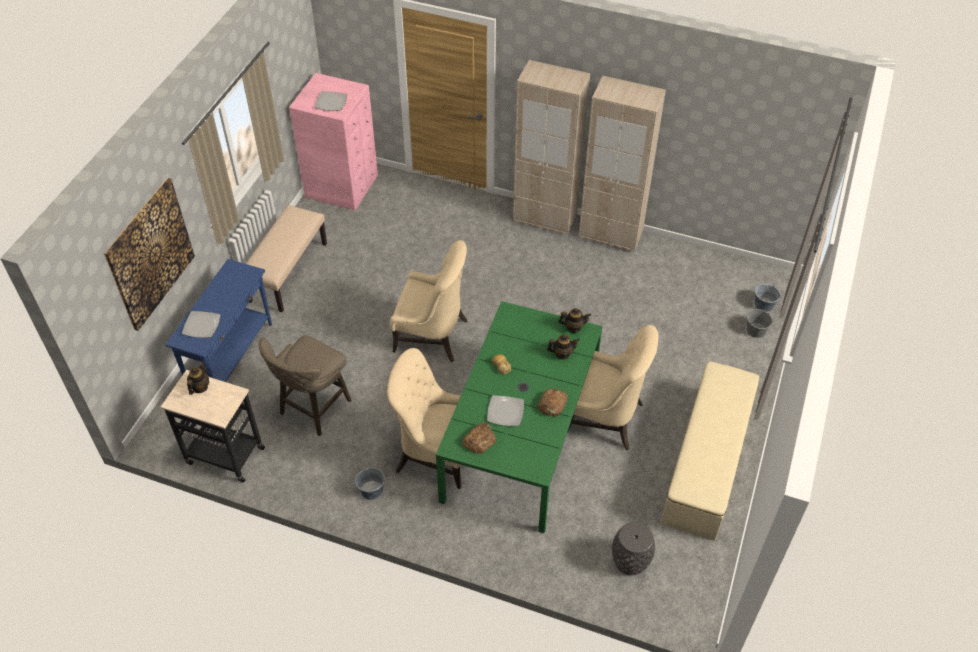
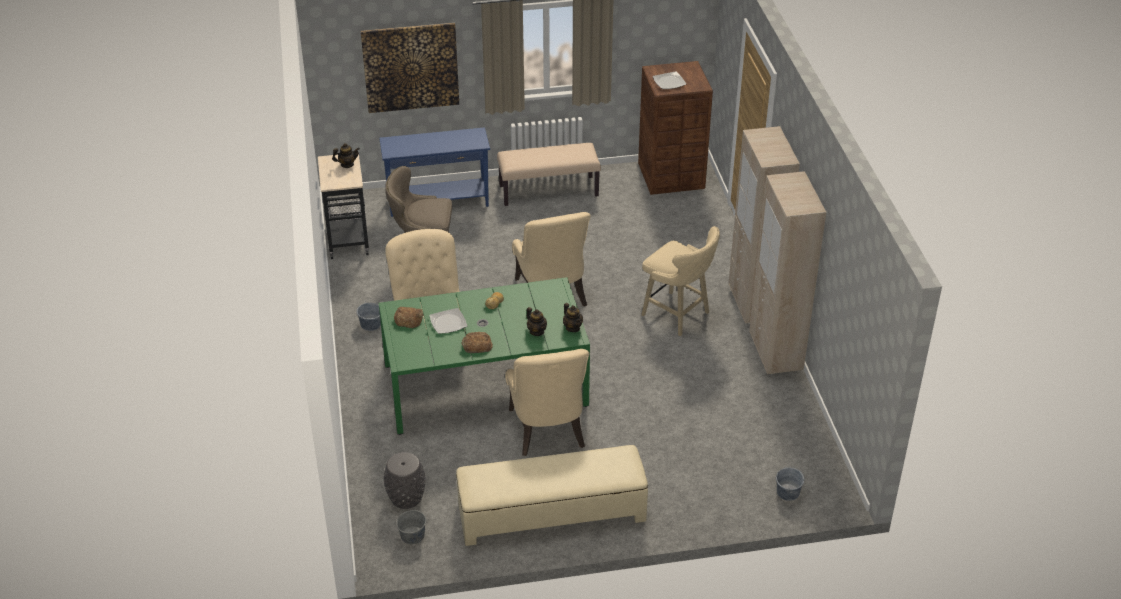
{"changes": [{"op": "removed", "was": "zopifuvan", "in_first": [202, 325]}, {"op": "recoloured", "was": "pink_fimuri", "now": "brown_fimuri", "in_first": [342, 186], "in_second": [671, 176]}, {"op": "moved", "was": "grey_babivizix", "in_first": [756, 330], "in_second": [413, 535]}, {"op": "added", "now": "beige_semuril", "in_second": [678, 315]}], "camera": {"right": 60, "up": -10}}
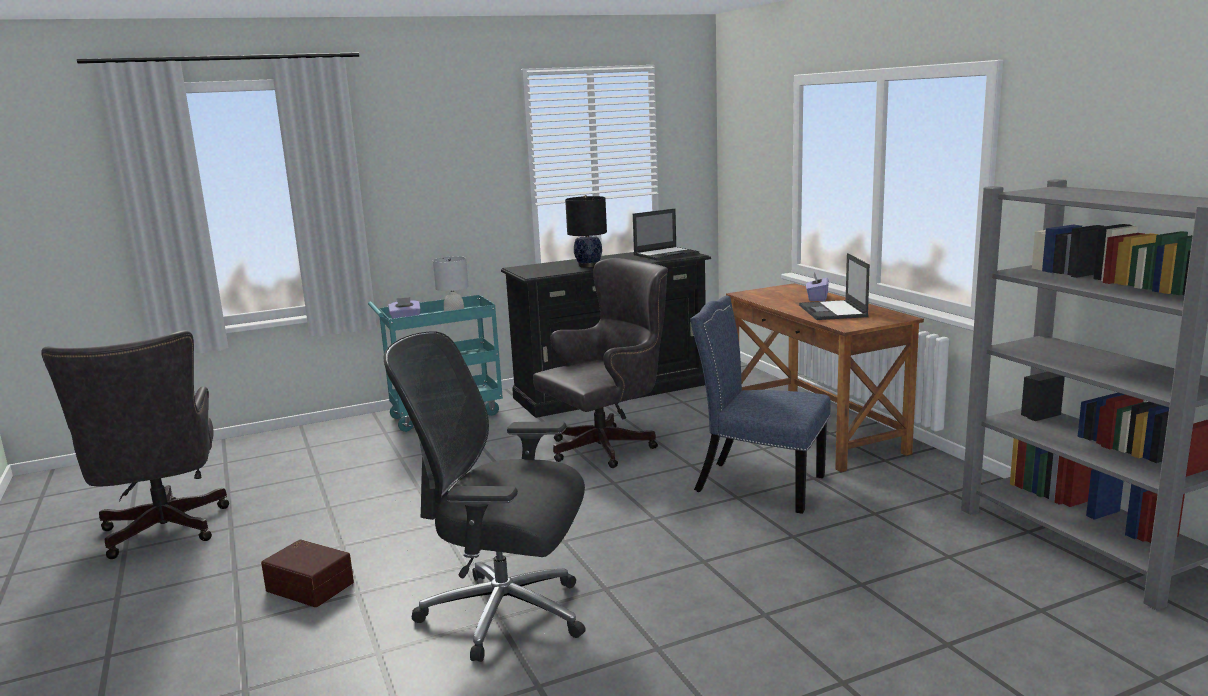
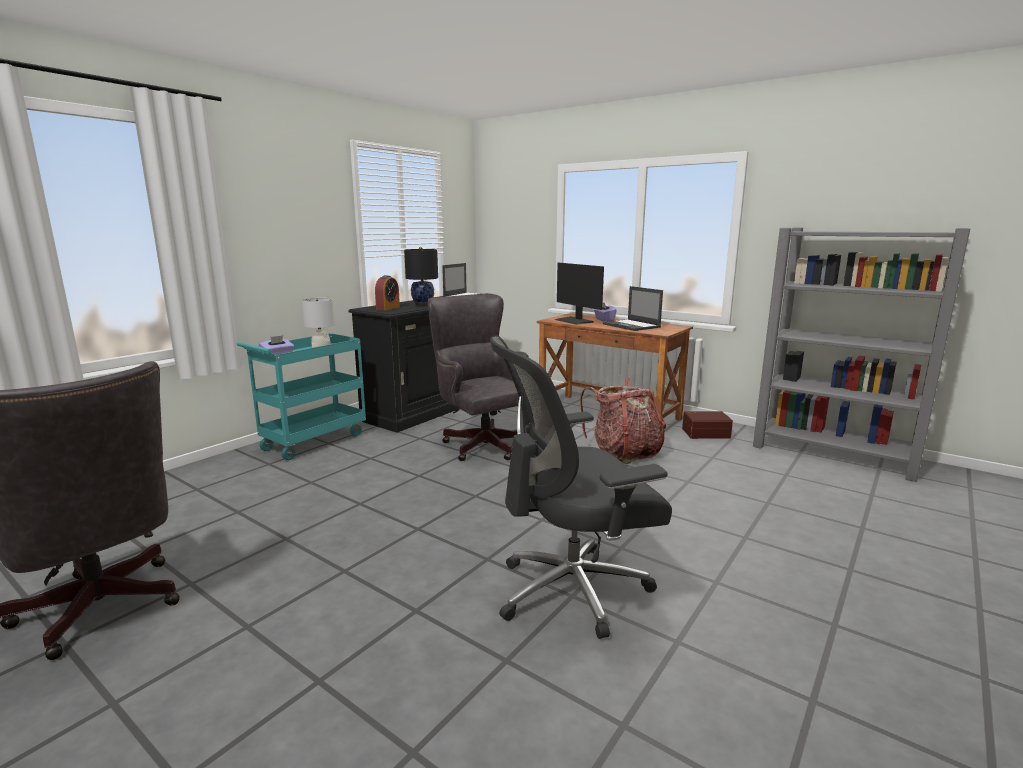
{"changes": [{"op": "moved", "was": "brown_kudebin", "in_first": [311, 585], "in_second": [705, 433]}, {"op": "turned", "was": "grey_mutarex", "in_first": [607, 446], "in_second": [482, 444], "clockwise": -60}, {"op": "replaced", "was": "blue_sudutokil", "now": "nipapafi", "in_first": [762, 485], "in_second": [624, 453]}, {"op": "added", "now": "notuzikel", "in_second": [388, 308]}, {"op": "added", "now": "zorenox", "in_second": [574, 321]}], "camera": {"right": -30, "up": 0}}
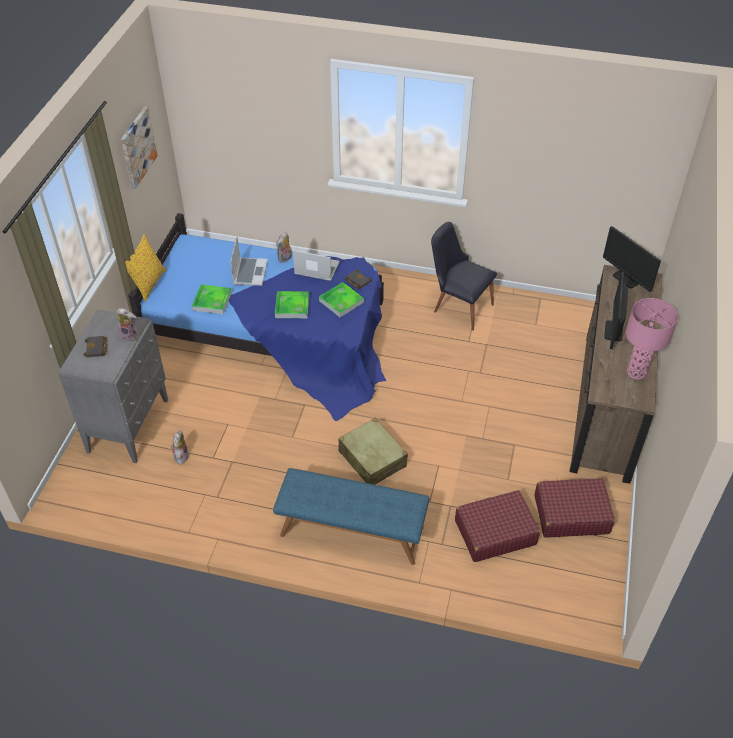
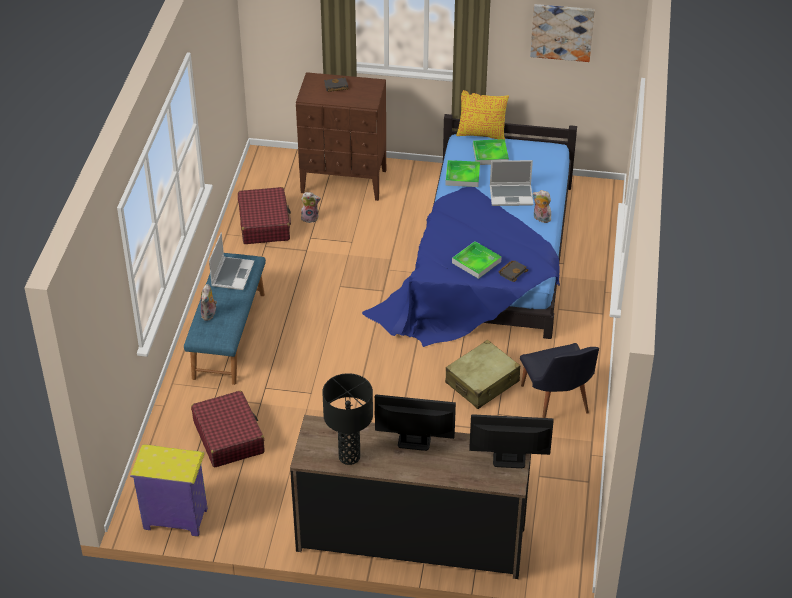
{"changes": [{"op": "recoloured", "was": "grey_fimuri", "now": "brown_fimuri", "in_first": [130, 425], "in_second": [344, 182]}, {"op": "moved", "was": "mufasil", "in_first": [130, 335], "in_second": [209, 315]}, {"op": "moved", "was": "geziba", "in_first": [292, 307], "in_second": [490, 154]}, {"op": "moved", "was": "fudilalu", "in_first": [316, 269], "in_second": [232, 274]}, {"op": "moved", "was": "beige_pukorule", "in_first": [372, 459], "in_second": [482, 382]}, {"op": "turned", "was": "black_sudutokil", "in_first": [458, 305], "in_second": [557, 404], "clockwise": 135}, {"op": "moved", "was": "red_pukorule", "in_first": [571, 514], "in_second": [264, 224]}, {"op": "turned", "was": "zorenox", "in_first": [626, 278], "in_second": [509, 460], "clockwise": 45}, {"op": "recoloured", "was": "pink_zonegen", "now": "black_zonegen", "in_first": [636, 372], "in_second": [349, 456]}, {"op": "added", "now": "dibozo", "in_second": [174, 517]}], "camera": {"right": 85, "up": -5}}
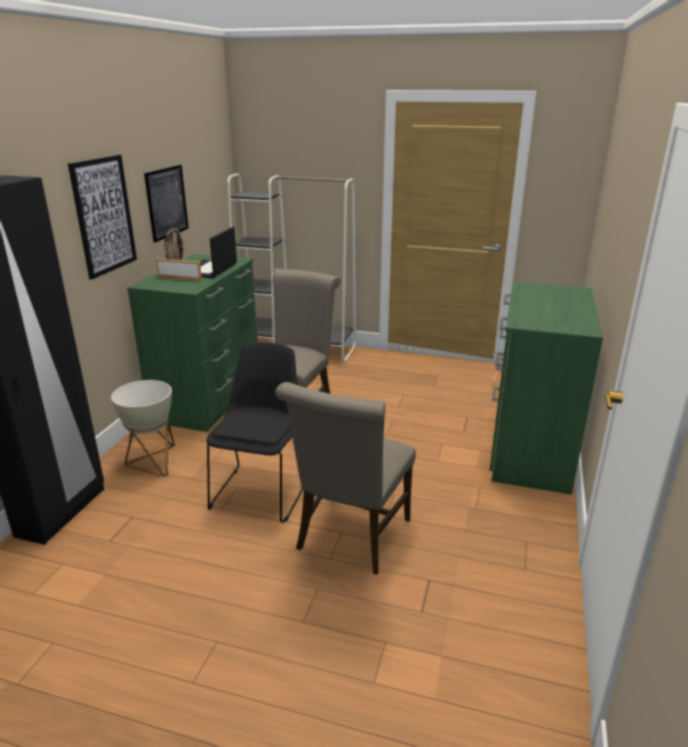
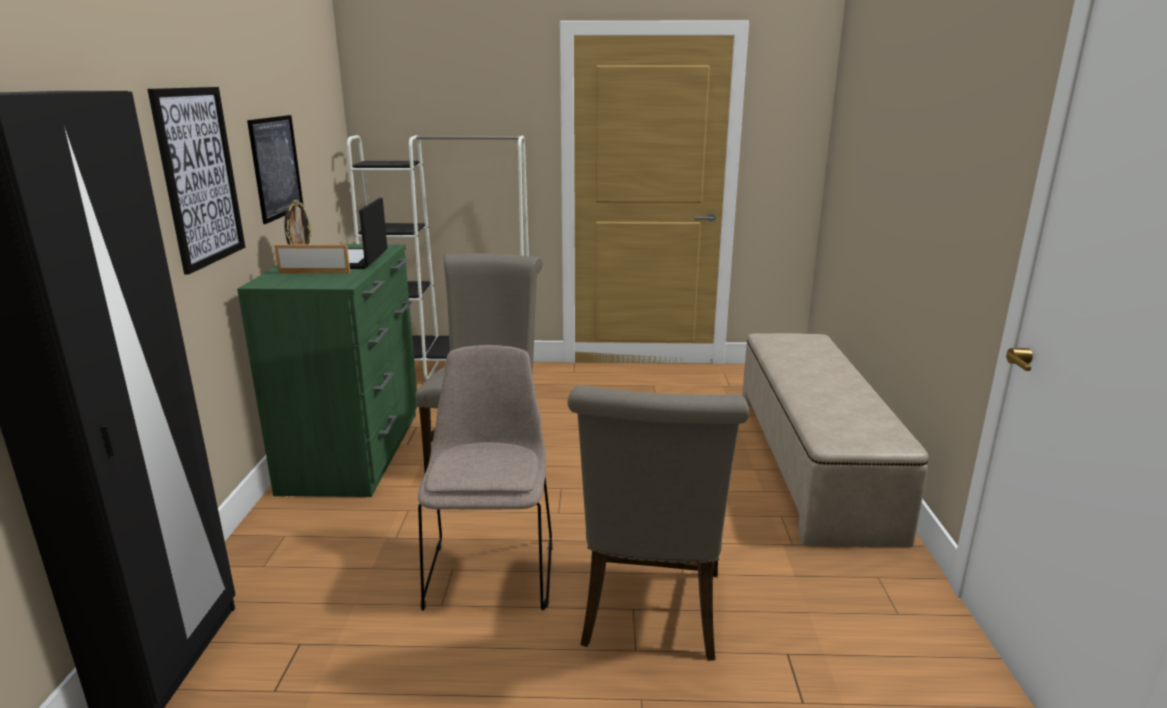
{"changes": [{"op": "removed", "was": "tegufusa", "in_first": [153, 462]}, {"op": "recoloured", "was": "black_sudutokil", "now": "beige_sudutokil", "in_first": [261, 491], "in_second": [491, 570]}, {"op": "replaced", "was": "green_fimuri", "now": "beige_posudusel", "in_first": [528, 450], "in_second": [813, 461]}], "camera": {"right": -15, "up": -5}}
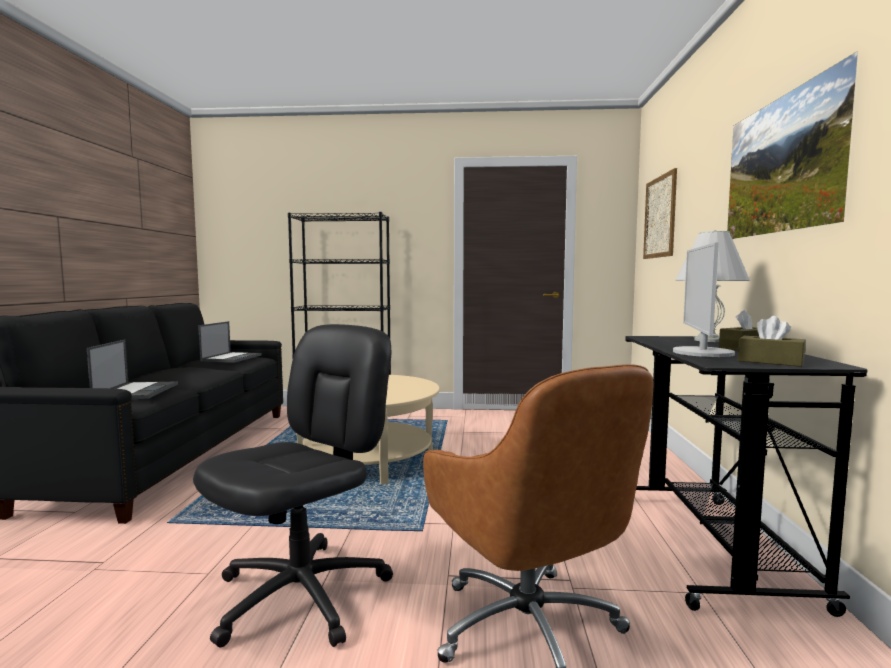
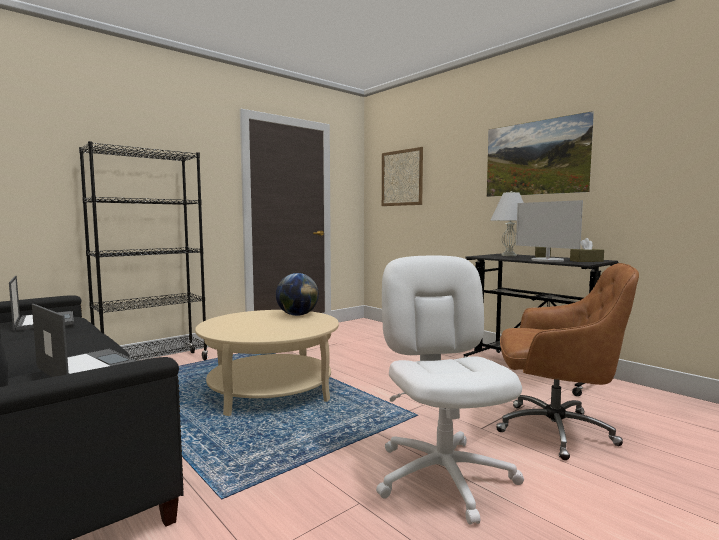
{"changes": [{"op": "recoloured", "was": "black_mutarex", "now": "white_mutarex", "in_first": [302, 594], "in_second": [444, 476]}, {"op": "added", "now": "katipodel", "in_second": [297, 315]}], "camera": {"right": -45, "up": 0}}
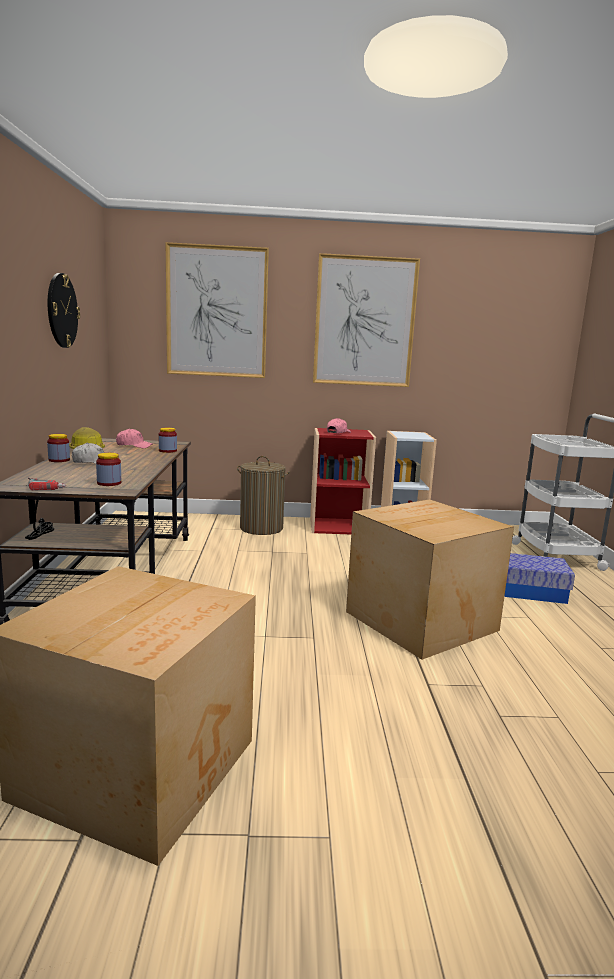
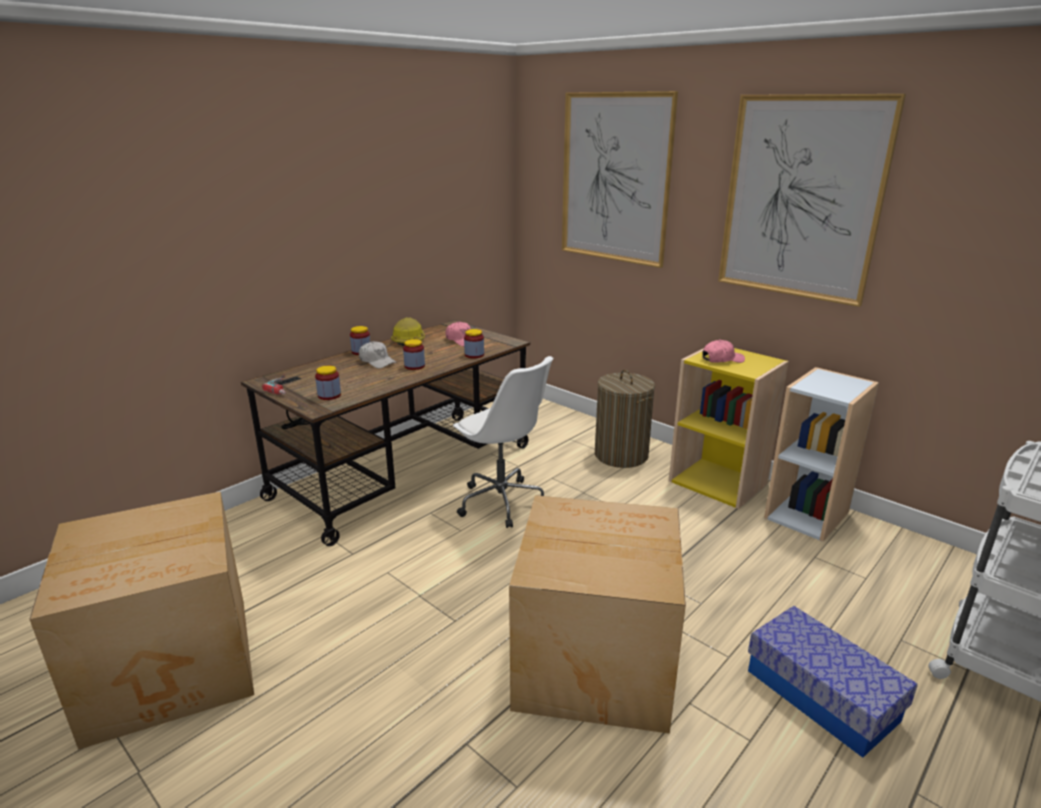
{"changes": [{"op": "removed", "was": "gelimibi", "in_first": [62, 310]}, {"op": "recoloured", "was": "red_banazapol", "now": "yellow_banazapol", "in_first": [339, 526], "in_second": [719, 482]}, {"op": "added", "now": "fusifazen", "in_second": [414, 366]}, {"op": "added", "now": "white_mutarex", "in_second": [503, 503]}], "camera": {"right": 45, "up": 10}}
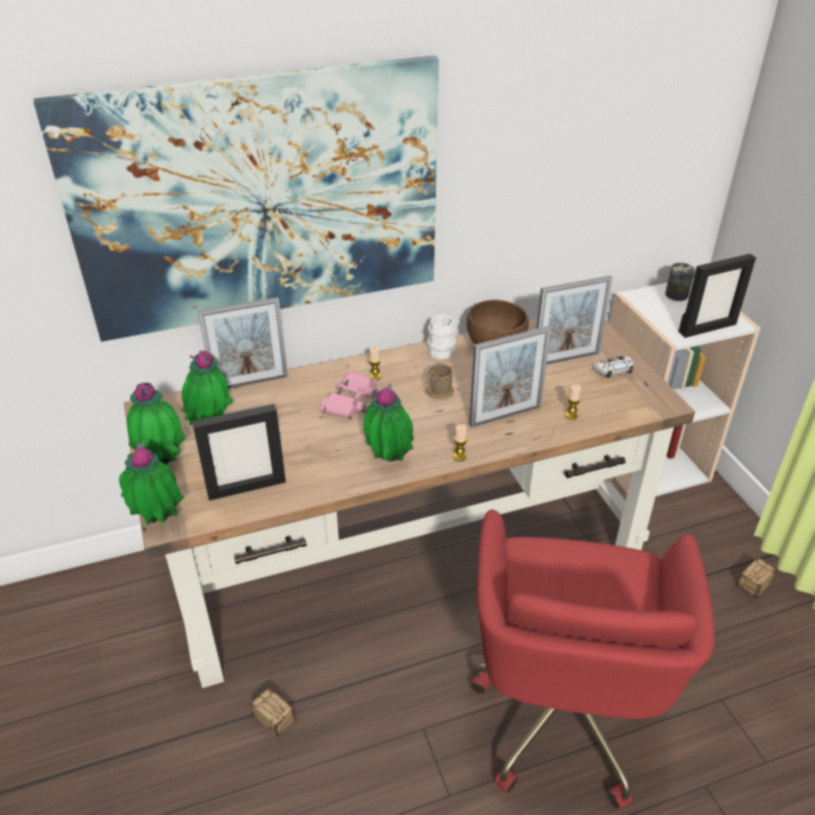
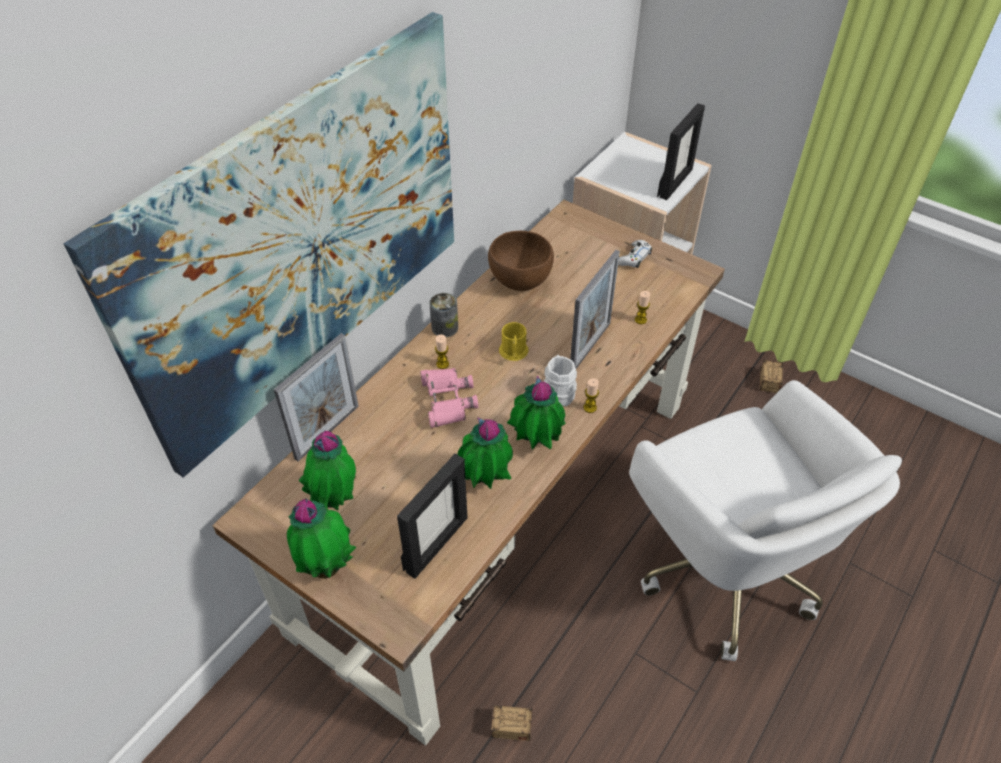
{"changes": [{"op": "moved", "was": "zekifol", "in_first": [158, 521], "in_second": [484, 483]}, {"op": "recoloured", "was": "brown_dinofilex", "now": "yellow_dinofilex", "in_first": [437, 393], "in_second": [514, 353]}, {"op": "moved", "was": "white_dinofilex", "in_first": [443, 349], "in_second": [558, 390]}, {"op": "recoloured", "was": "red_mutarex", "now": "white_mutarex", "in_first": [561, 713], "in_second": [721, 571]}, {"op": "removed", "was": "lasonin", "in_first": [565, 359]}, {"op": "moved", "was": "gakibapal", "in_first": [676, 295], "in_second": [445, 327]}], "camera": {"right": -35, "up": 10}}
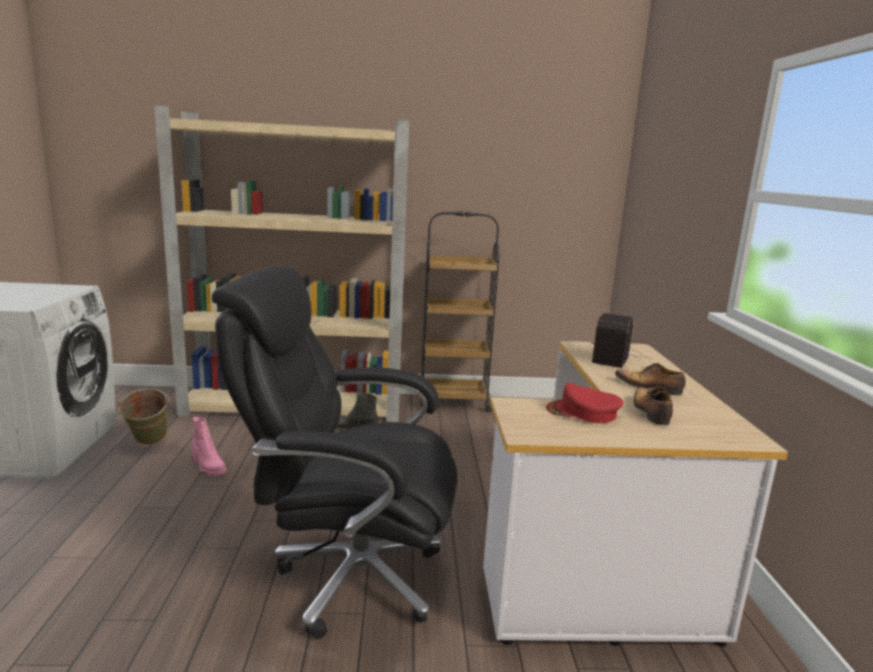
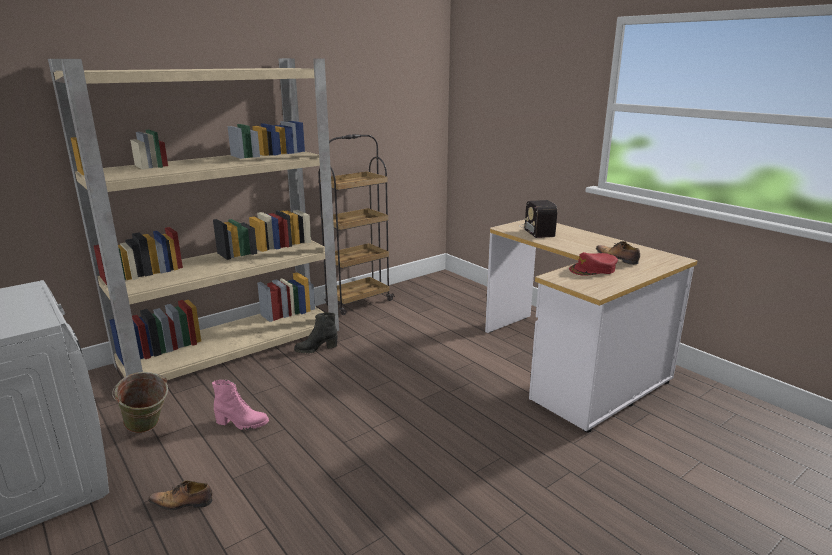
{"changes": [{"op": "removed", "was": "black_mutarex", "in_first": [349, 577]}, {"op": "moved", "was": "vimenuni", "in_first": [649, 387], "in_second": [182, 503]}], "camera": {"right": -35, "up": 5}}
